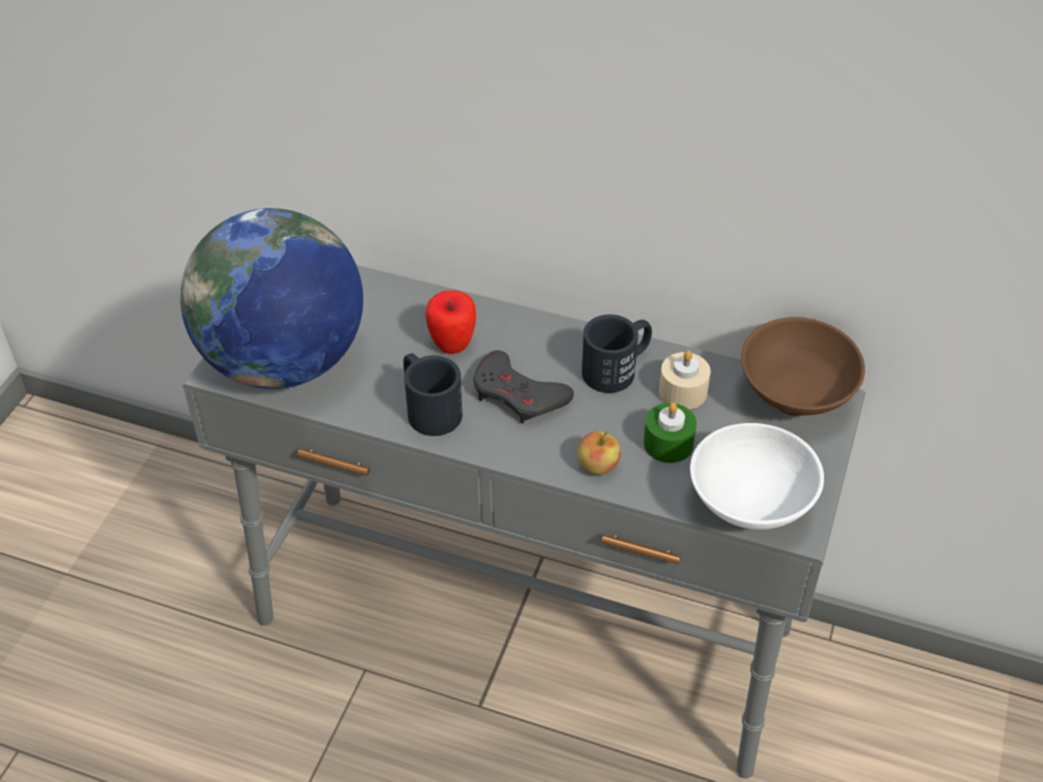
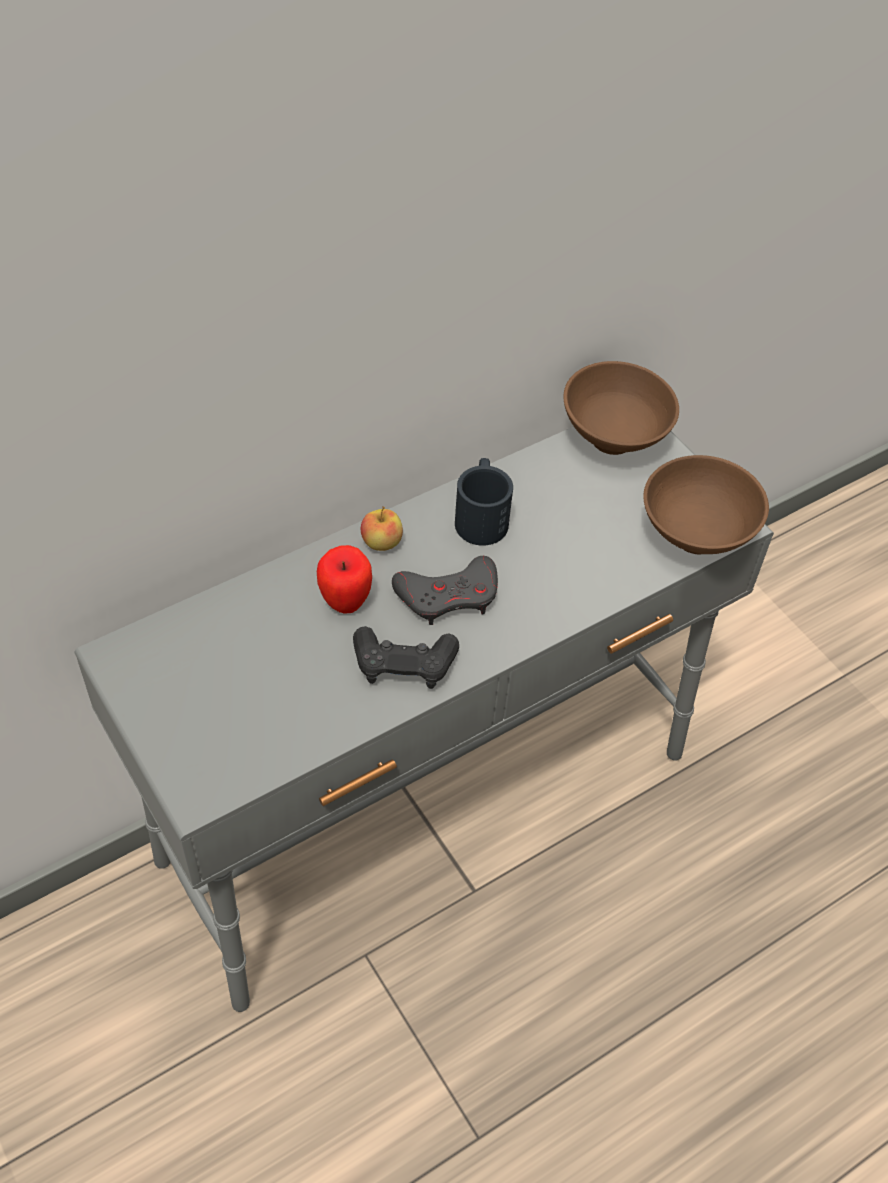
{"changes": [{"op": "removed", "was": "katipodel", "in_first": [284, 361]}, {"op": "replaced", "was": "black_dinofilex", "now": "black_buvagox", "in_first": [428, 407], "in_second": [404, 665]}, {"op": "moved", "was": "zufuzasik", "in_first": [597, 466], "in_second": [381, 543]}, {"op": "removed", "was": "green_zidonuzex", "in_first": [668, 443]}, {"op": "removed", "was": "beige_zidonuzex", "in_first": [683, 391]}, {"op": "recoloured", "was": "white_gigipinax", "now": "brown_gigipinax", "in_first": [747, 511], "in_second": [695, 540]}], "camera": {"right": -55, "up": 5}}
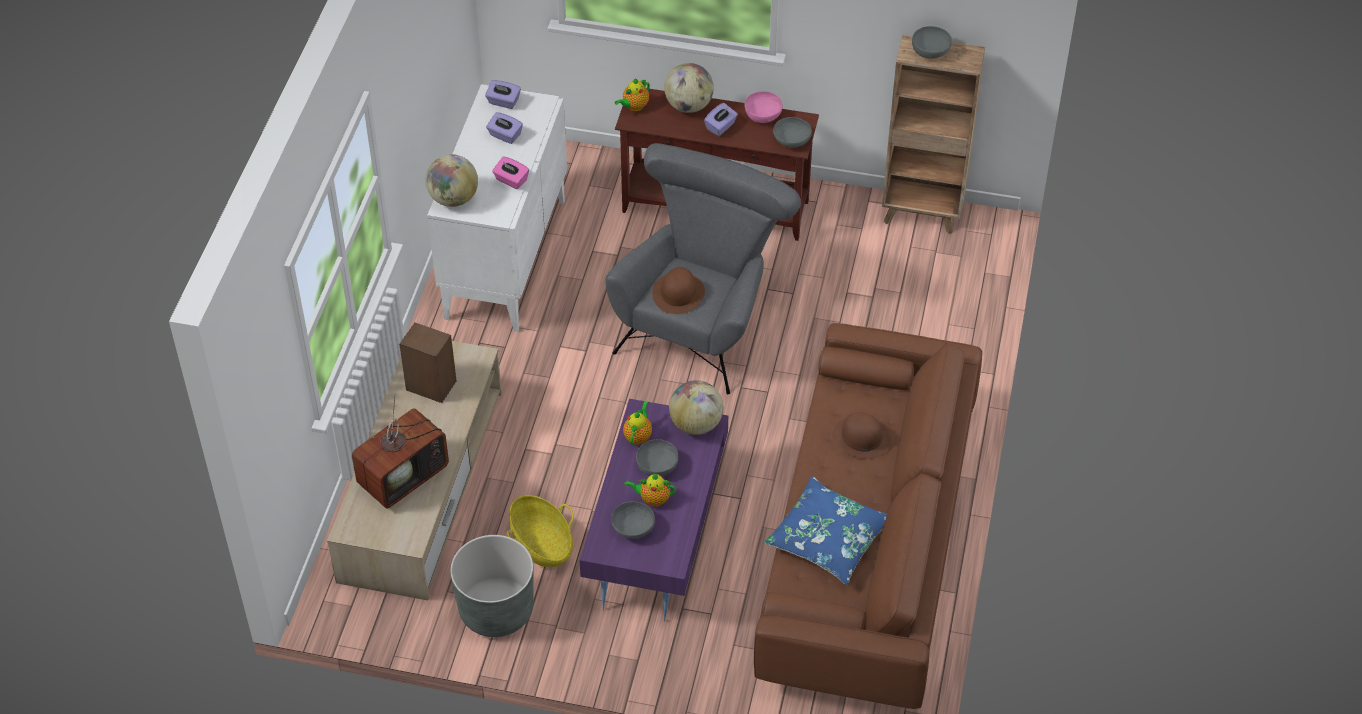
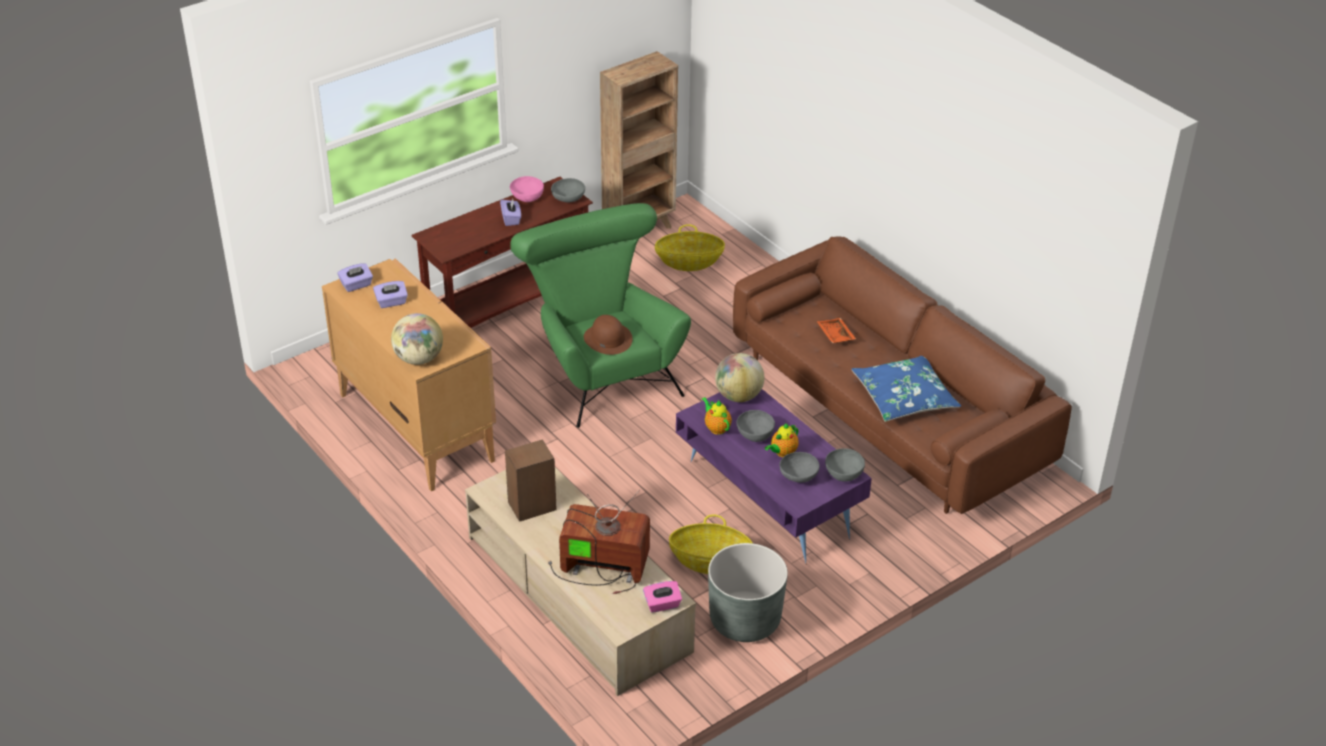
{"changes": [{"op": "turned", "was": "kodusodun", "in_first": [404, 474], "in_second": [601, 567], "clockwise": -75}, {"op": "recoloured", "was": "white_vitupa", "now": "brown_vitupa", "in_first": [506, 258], "in_second": [416, 427]}, {"op": "moved", "was": "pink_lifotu", "in_first": [511, 180], "in_second": [662, 604]}, {"op": "recoloured", "was": "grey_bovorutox", "now": "green_bovorutox", "in_first": [700, 321], "in_second": [602, 371]}, {"op": "removed", "was": "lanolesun", "in_first": [634, 106]}, {"op": "removed", "was": "katipodel", "in_first": [689, 106]}, {"op": "replaced", "was": "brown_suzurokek", "now": "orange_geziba", "in_first": [861, 437], "in_second": [834, 335]}, {"op": "moved", "was": "grey_gigipinax", "in_first": [930, 51], "in_second": [843, 473]}, {"op": "added", "now": "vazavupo", "in_second": [689, 262]}], "camera": {"right": -50, "up": -10}}
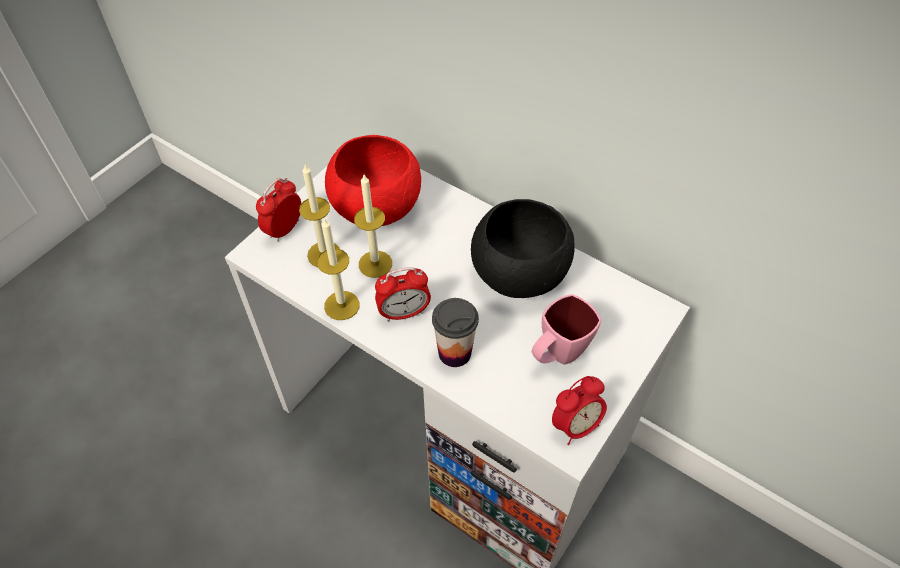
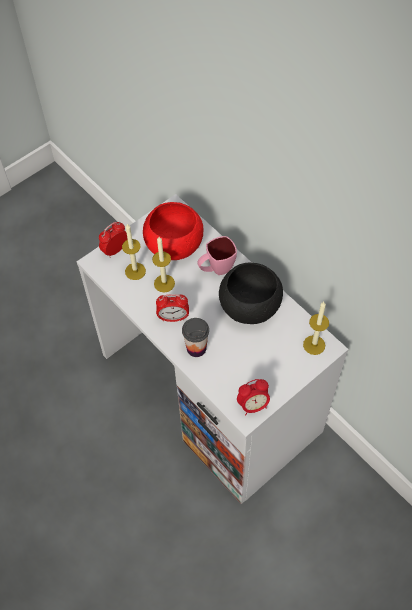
{"changes": [{"op": "moved", "was": "zidonuzex", "in_first": [342, 305], "in_second": [314, 345]}, {"op": "moved", "was": "pink_dinofilex", "in_first": [557, 355], "in_second": [216, 270]}], "camera": {"right": 15, "up": 5}}
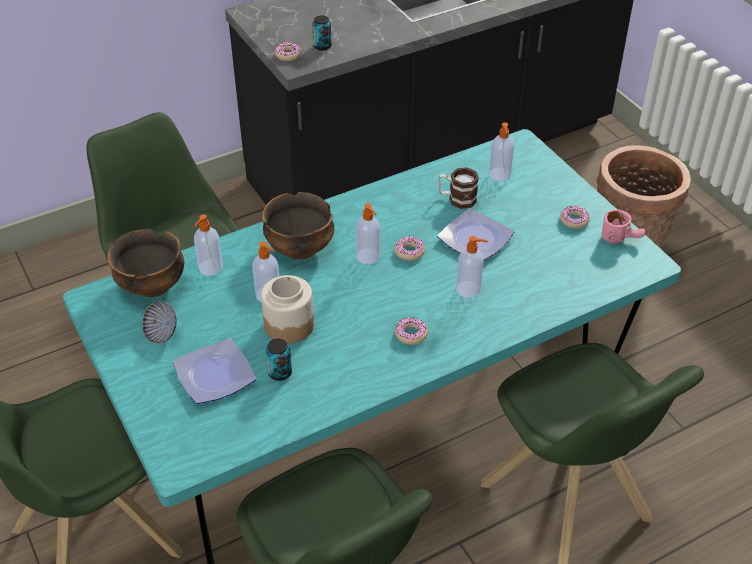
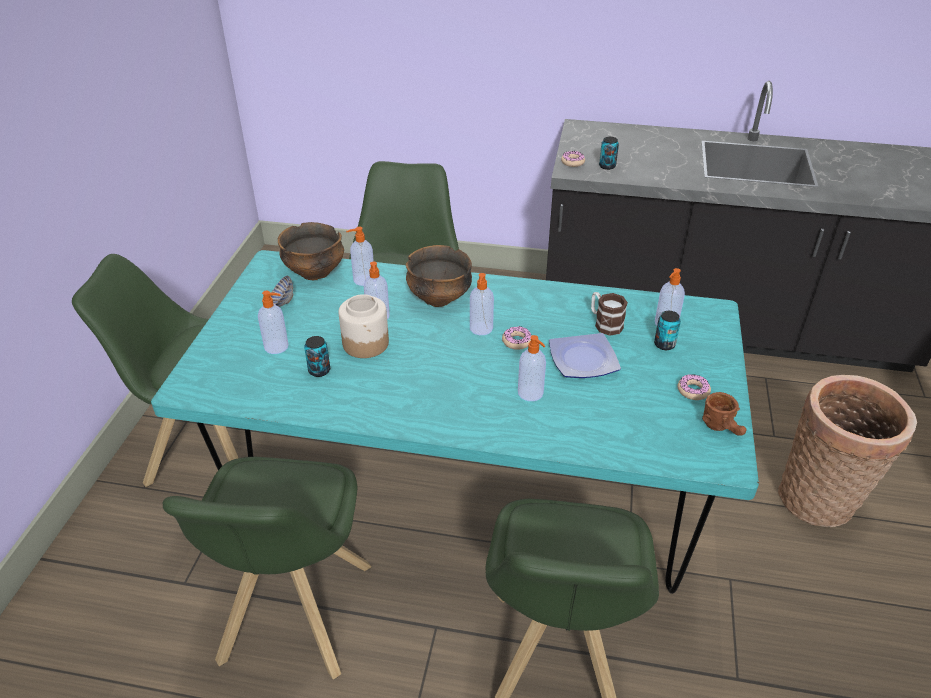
{"changes": [{"op": "replaced", "was": "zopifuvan", "now": "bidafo", "in_first": [213, 375], "in_second": [277, 347]}, {"op": "removed", "was": "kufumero", "in_first": [411, 334]}, {"op": "recoloured", "was": "pink_dinofilex", "now": "brown_dinofilex", "in_first": [621, 238], "in_second": [724, 428]}, {"op": "added", "now": "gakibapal", "in_second": [664, 344]}], "camera": {"right": 40, "up": -5}}
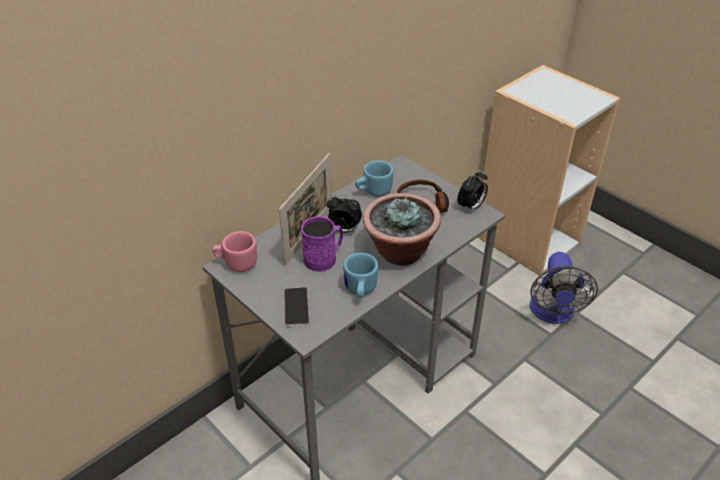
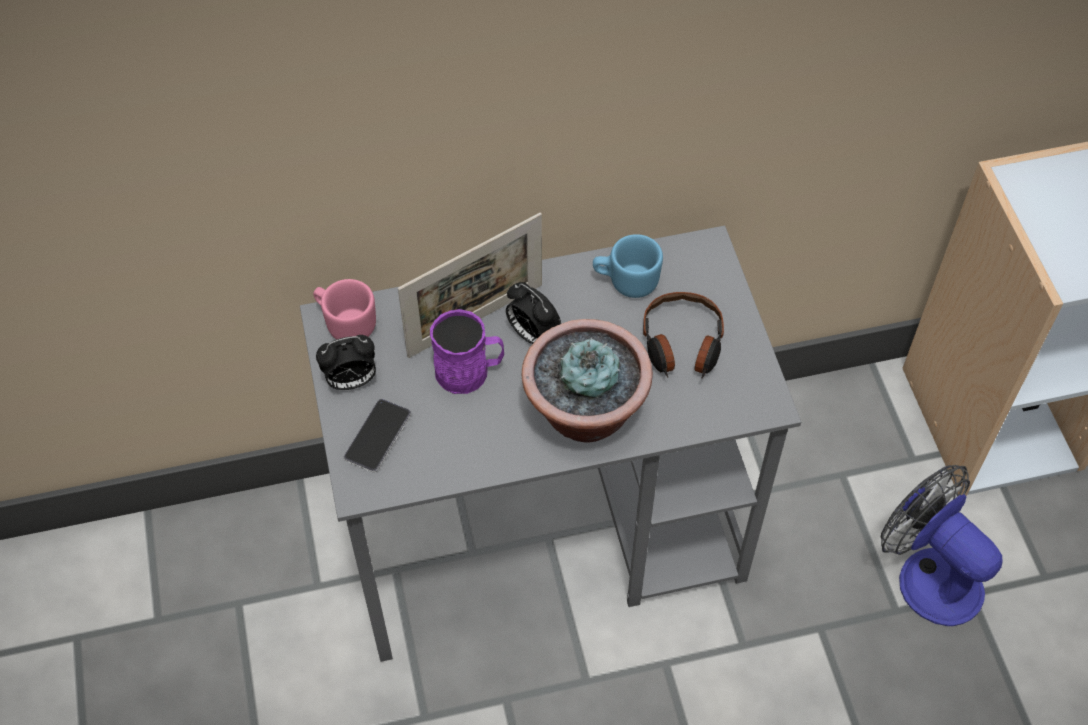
{"changes": [{"op": "removed", "was": "blue_dinofilex", "in_first": [359, 290]}, {"op": "moved", "was": "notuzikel", "in_first": [471, 207], "in_second": [351, 381]}, {"op": "turned", "was": "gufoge", "in_first": [552, 313], "in_second": [928, 575], "clockwise": 105}], "camera": {"right": 30, "up": 15}}
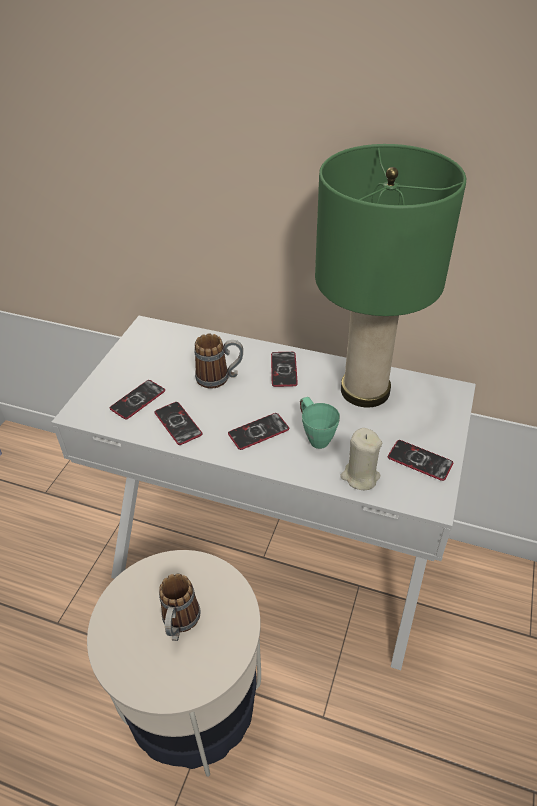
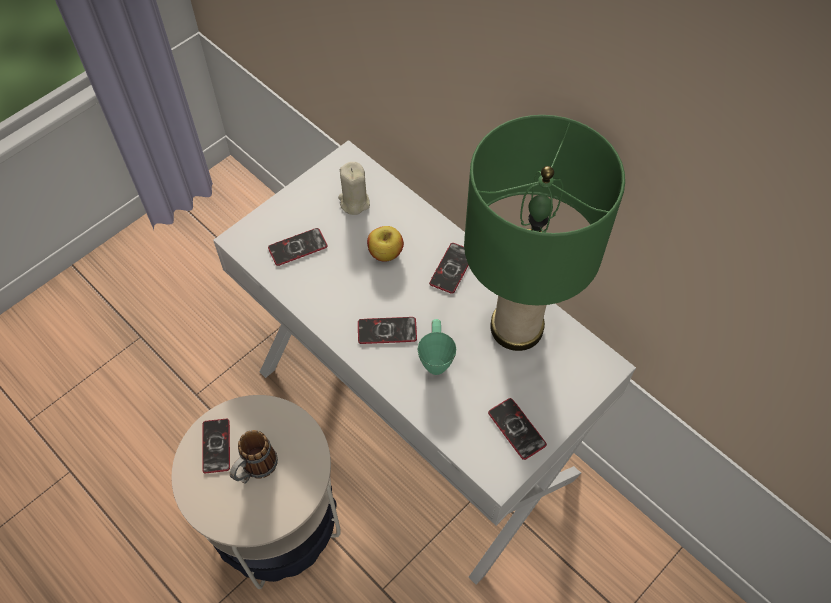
{"changes": [{"op": "moved", "was": "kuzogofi", "in_first": [178, 424], "in_second": [216, 446]}, {"op": "replaced", "was": "dinofilex", "now": "zufuzasik", "in_first": [220, 378], "in_second": [385, 253]}, {"op": "moved", "was": "beige_zidonuzex", "in_first": [360, 476], "in_second": [354, 202]}], "camera": {"right": 25, "up": 15}}
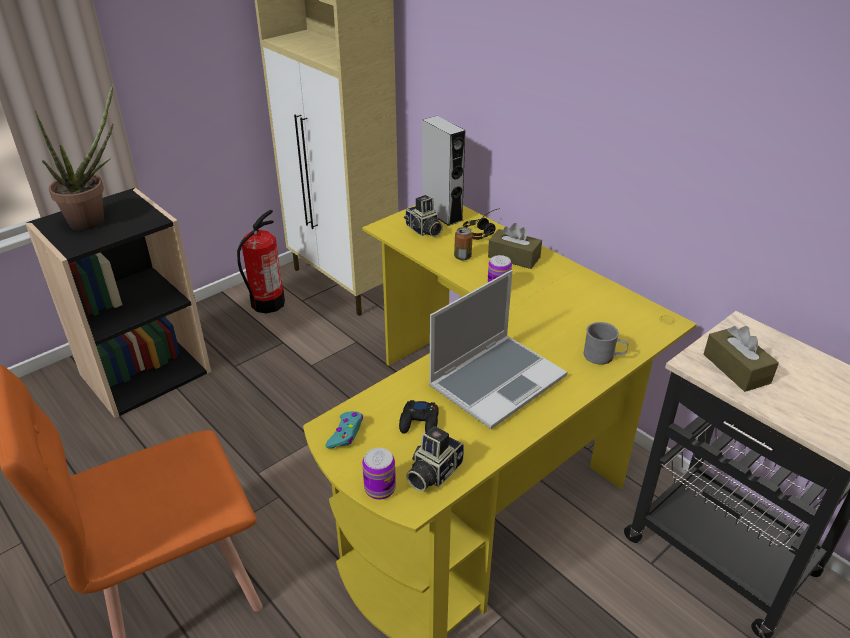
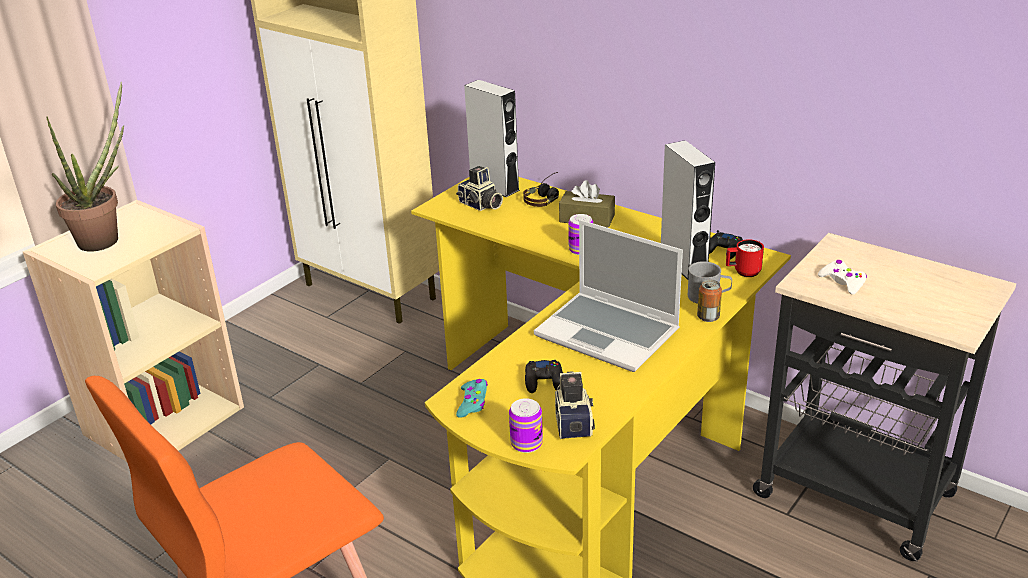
{"changes": [{"op": "recoloured", "was": "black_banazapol", "now": "beige_banazapol", "in_first": [146, 372], "in_second": [164, 419]}, {"op": "removed", "was": "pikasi", "in_first": [267, 303]}, {"op": "turned", "was": "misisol", "in_first": [432, 472], "in_second": [574, 421], "clockwise": 150}, {"op": "turned", "was": "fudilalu", "in_first": [497, 380], "in_second": [609, 333], "clockwise": 90}, {"op": "moved", "was": "gakibapal", "in_first": [462, 257], "in_second": [708, 317]}, {"op": "replaced", "was": "brown_lifotu", "now": "white_buvagox", "in_first": [736, 368], "in_second": [842, 282]}, {"op": "added", "now": "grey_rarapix", "in_second": [683, 263]}, {"op": "added", "now": "black_buvagox", "in_second": [724, 250]}, {"op": "added", "now": "red_dinofilex", "in_second": [743, 272]}], "camera": {"right": -10, "up": -5}}
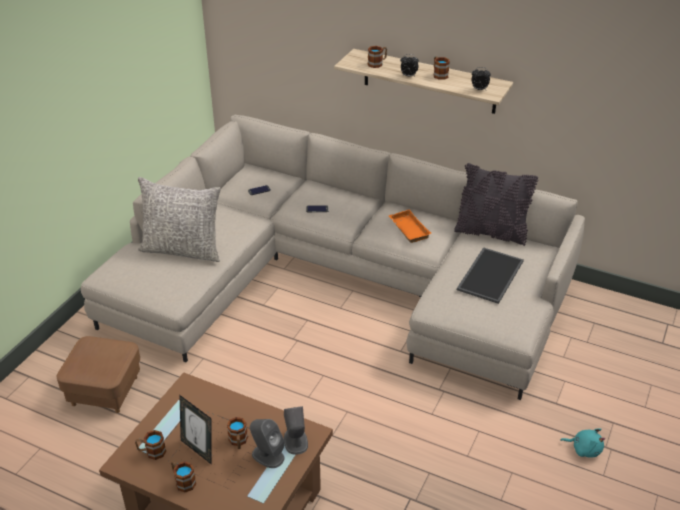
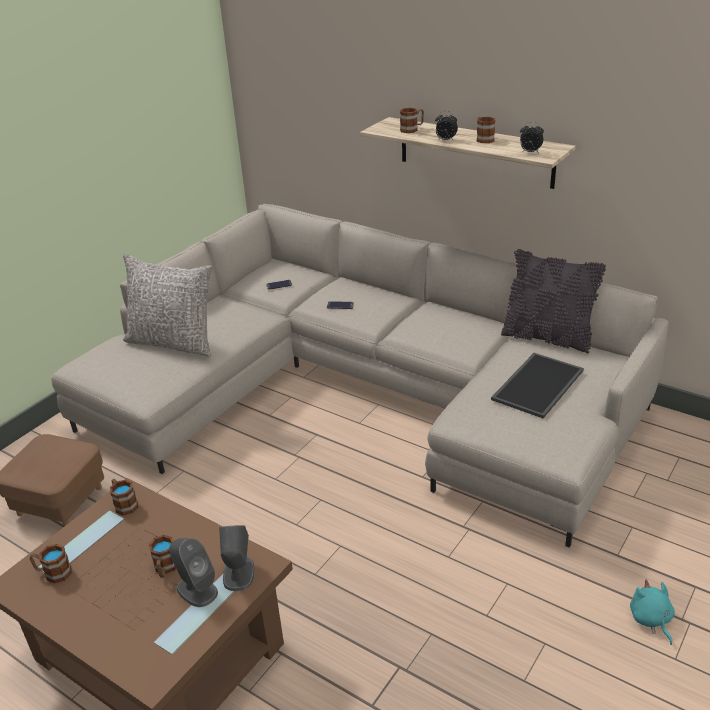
{"changes": [{"op": "moved", "was": "dinofilex", "in_first": [183, 481], "in_second": [124, 504]}, {"op": "removed", "was": "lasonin", "in_first": [198, 450]}, {"op": "removed", "was": "orange_geziba", "in_first": [407, 229]}, {"op": "turned", "was": "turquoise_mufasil", "in_first": [584, 449], "in_second": [651, 619], "clockwise": -135}], "camera": {"right": 10, "up": -5}}
